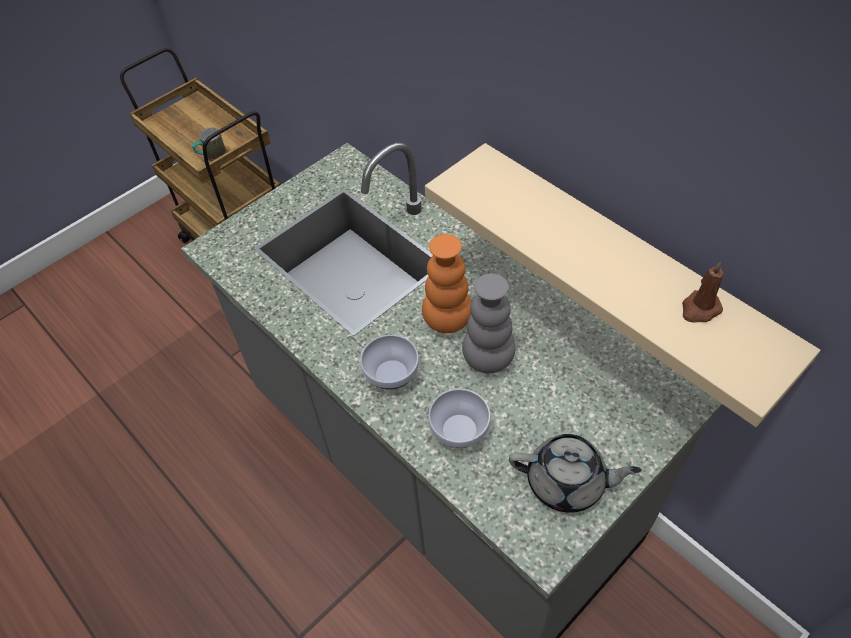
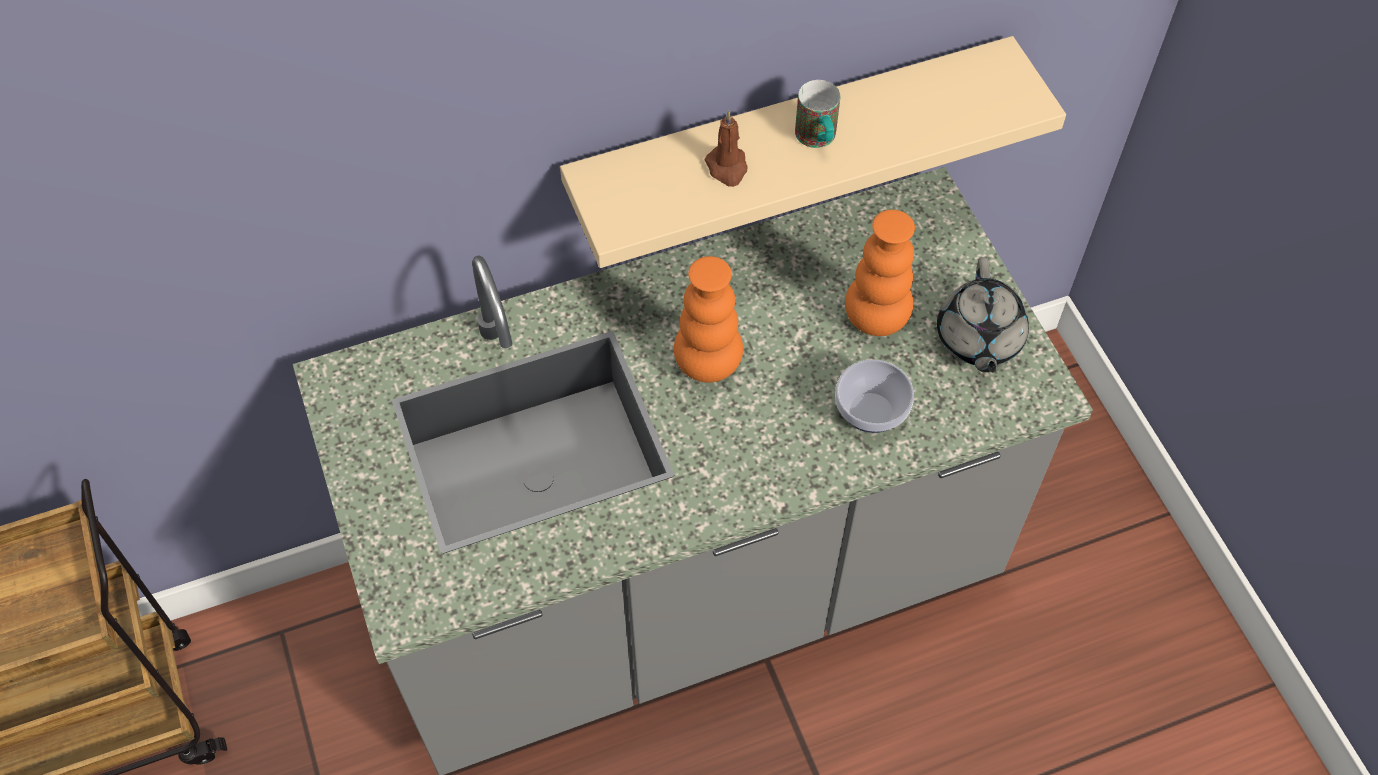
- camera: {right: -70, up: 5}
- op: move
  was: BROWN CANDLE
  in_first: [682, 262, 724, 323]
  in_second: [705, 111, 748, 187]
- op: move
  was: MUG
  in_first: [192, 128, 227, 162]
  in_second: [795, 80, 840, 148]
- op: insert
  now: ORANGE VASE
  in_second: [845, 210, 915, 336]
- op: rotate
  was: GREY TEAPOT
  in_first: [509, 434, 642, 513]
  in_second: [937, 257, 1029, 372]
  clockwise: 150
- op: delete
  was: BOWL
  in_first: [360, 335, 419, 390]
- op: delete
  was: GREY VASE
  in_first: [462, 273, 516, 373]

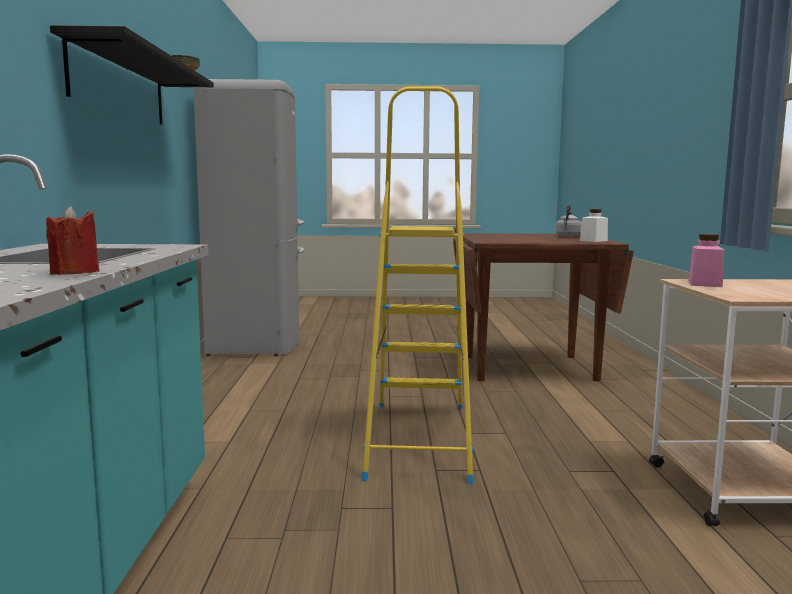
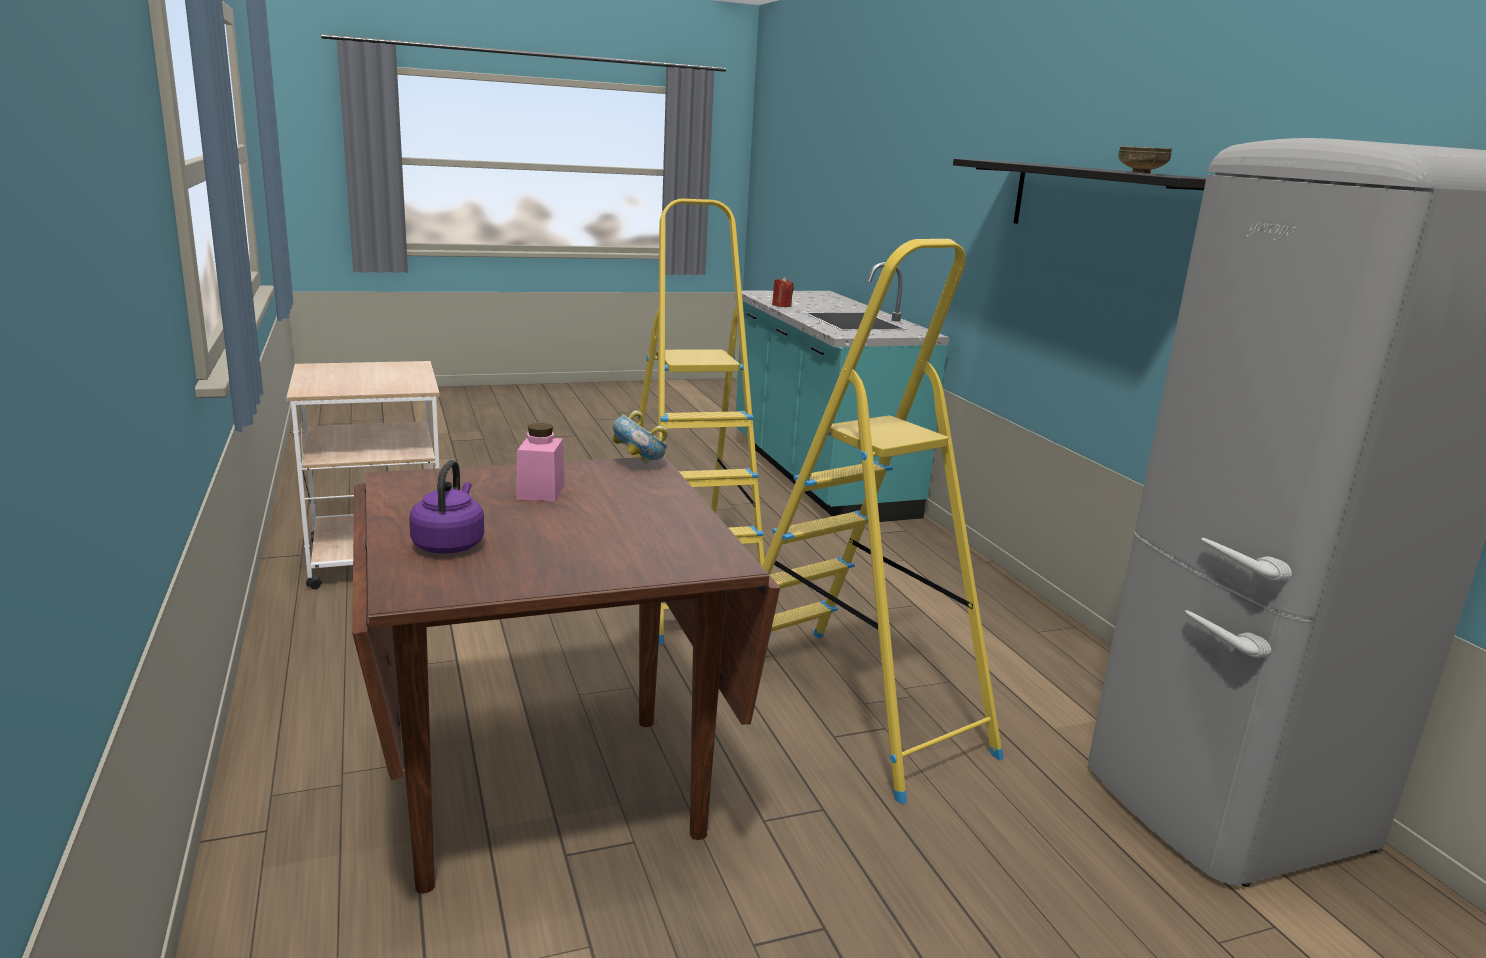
- camera: {right: 160, up: 10}
- op: recolor
  was: GREY KETTLE
  now: PURPLE KETTLE
  in_first: [556, 204, 582, 237]
  in_second: [409, 460, 484, 554]
- op: move
  was: PINK JAR
  in_first: [689, 234, 724, 287]
  in_second: [516, 423, 565, 502]
- op: insert
  now: BOWL
  in_second: [612, 410, 668, 464]
- op: insert
  now: YELLOW STEP LADDER
  in_second: [762, 239, 1004, 804]
- op: delete
  was: WHITE JAR
  in_first: [580, 209, 608, 242]

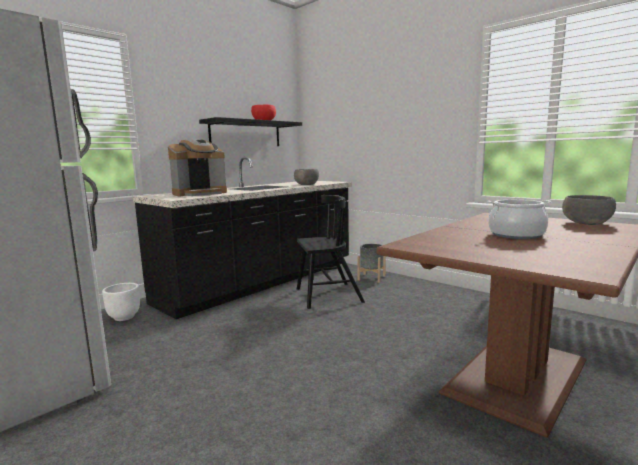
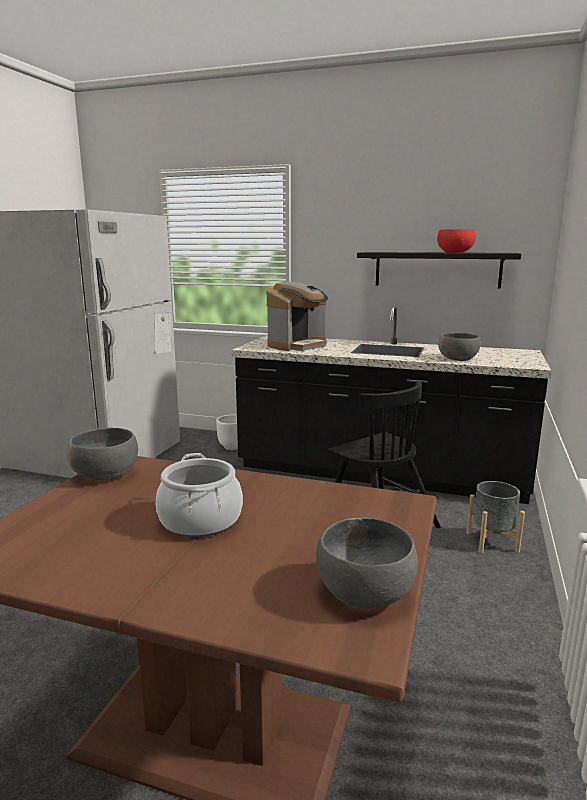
- camera: {right: 65, up: 5}
- op: insert
  now: GREY BOWL
  in_second: [67, 428, 138, 480]
- op: rotate
  was: COFFEE MACHINE
  in_first: [168, 139, 227, 196]
  in_second: [267, 282, 328, 351]
  clockwise: -75

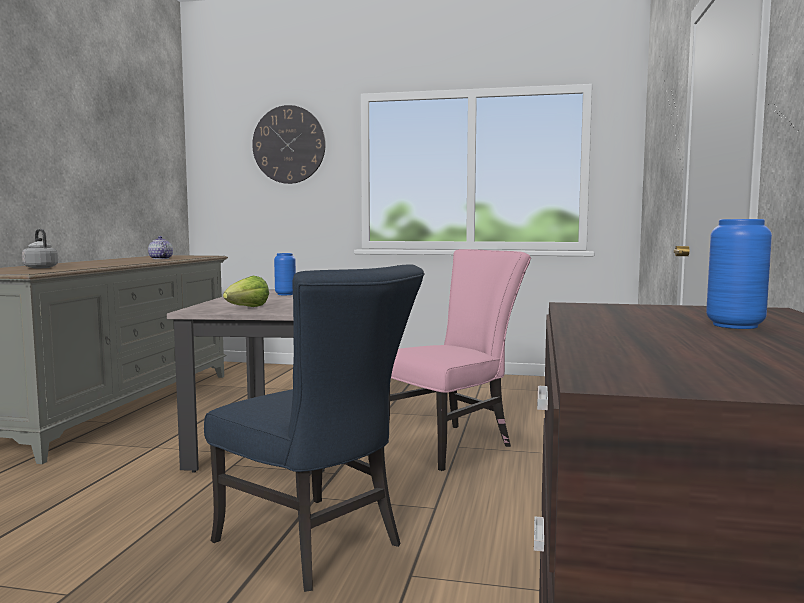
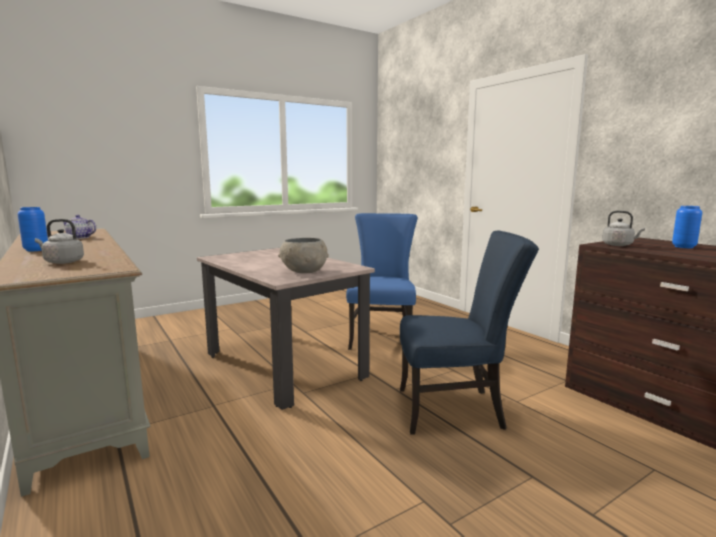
- camera: {right: -45, up: 5}
- op: move
  was: BLUE VASE
  in_first: [274, 253, 296, 295]
  in_second: [17, 207, 48, 251]
- op: replace
  was: LETTUCE
  now: GREY BOWL
  in_first: [223, 276, 269, 307]
  in_second: [278, 238, 329, 273]
- op: recolor
  was: PINK CHAIR
  now: BLUE CHAIR
  in_first: [389, 249, 531, 471]
  in_second: [346, 213, 418, 350]
- op: insert
  now: GREY KETTLE
  in_second: [602, 211, 645, 246]
- op: delete
  was: WALL CLOCK
  in_first: [252, 105, 326, 184]

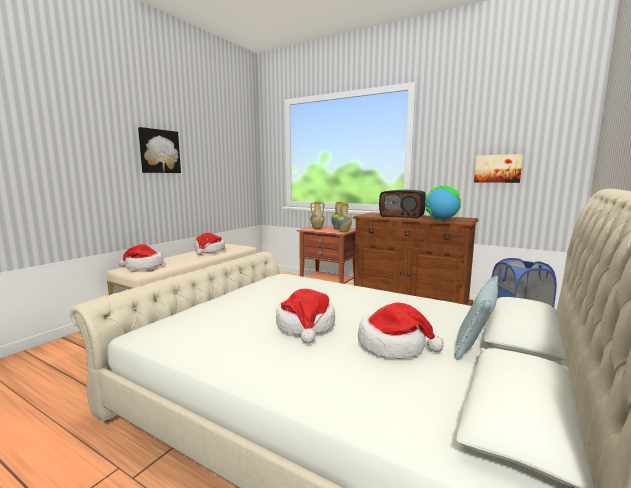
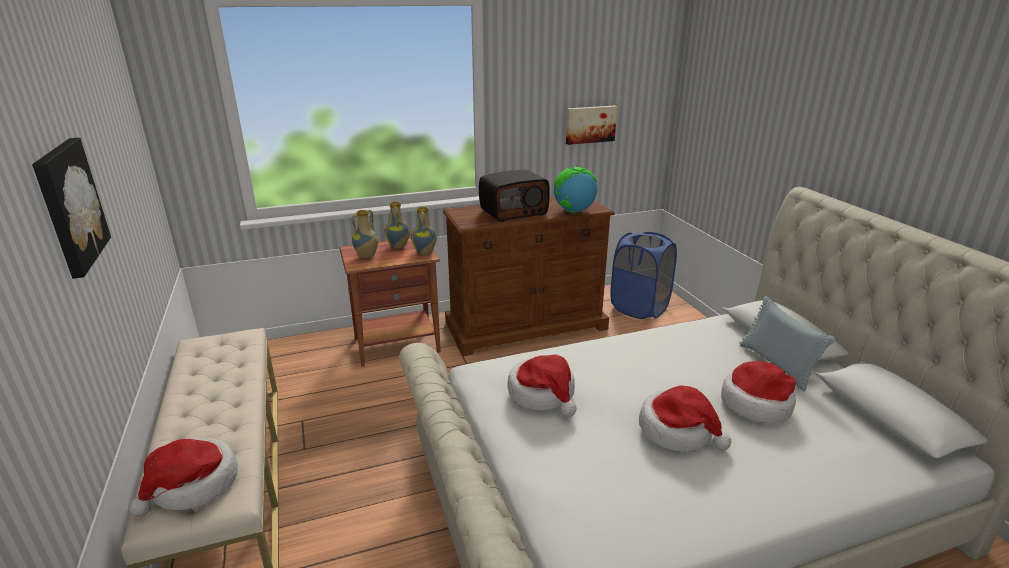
- camera: {right: -50, up: 15}
- op: move
  was: HAT
  in_first: [195, 233, 225, 255]
  in_second: [507, 354, 576, 417]

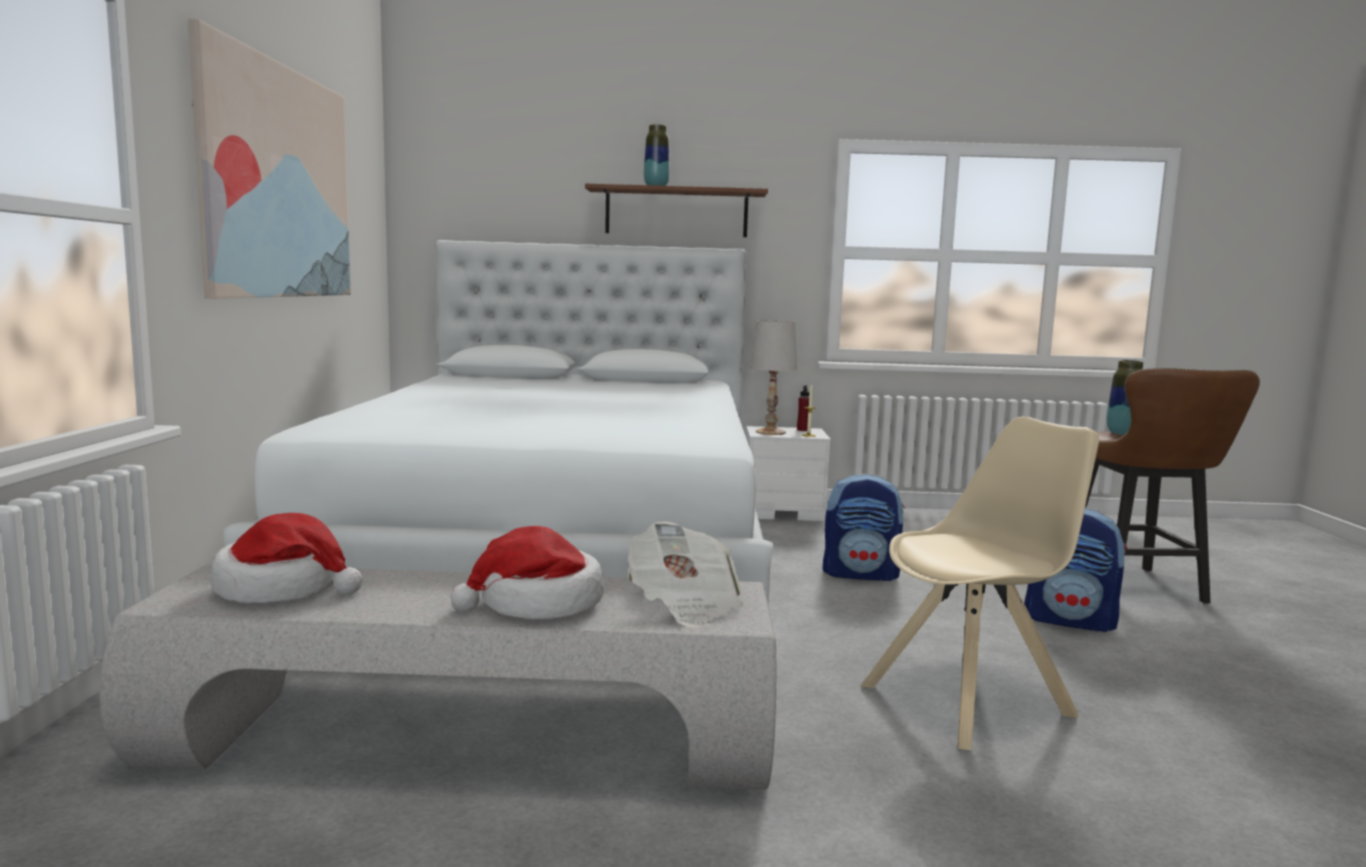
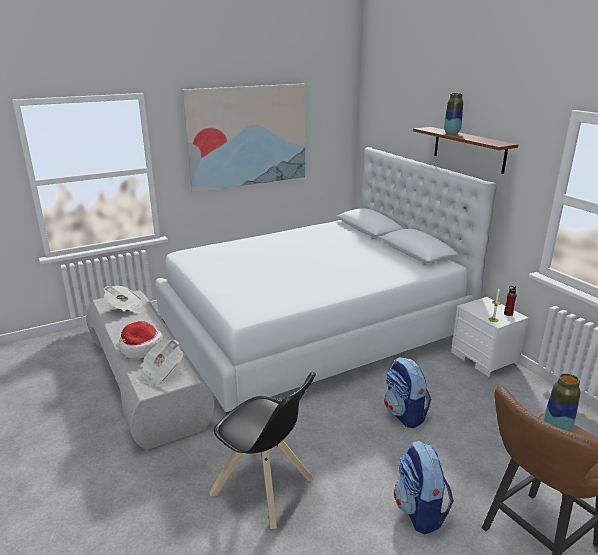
- camera: {right: 60, up: 15}
- op: replace
  was: HAT
  now: NEWSPAPER
  in_first: [210, 513, 362, 603]
  in_second: [104, 286, 144, 313]
- op: recolor
  was: BEIGE CHAIR
  now: BLACK CHAIR
  in_first: [861, 417, 1099, 750]
  in_second: [209, 372, 316, 529]
- op: delete
  was: WHITE TABLE LAMP
  in_first: [750, 320, 797, 435]

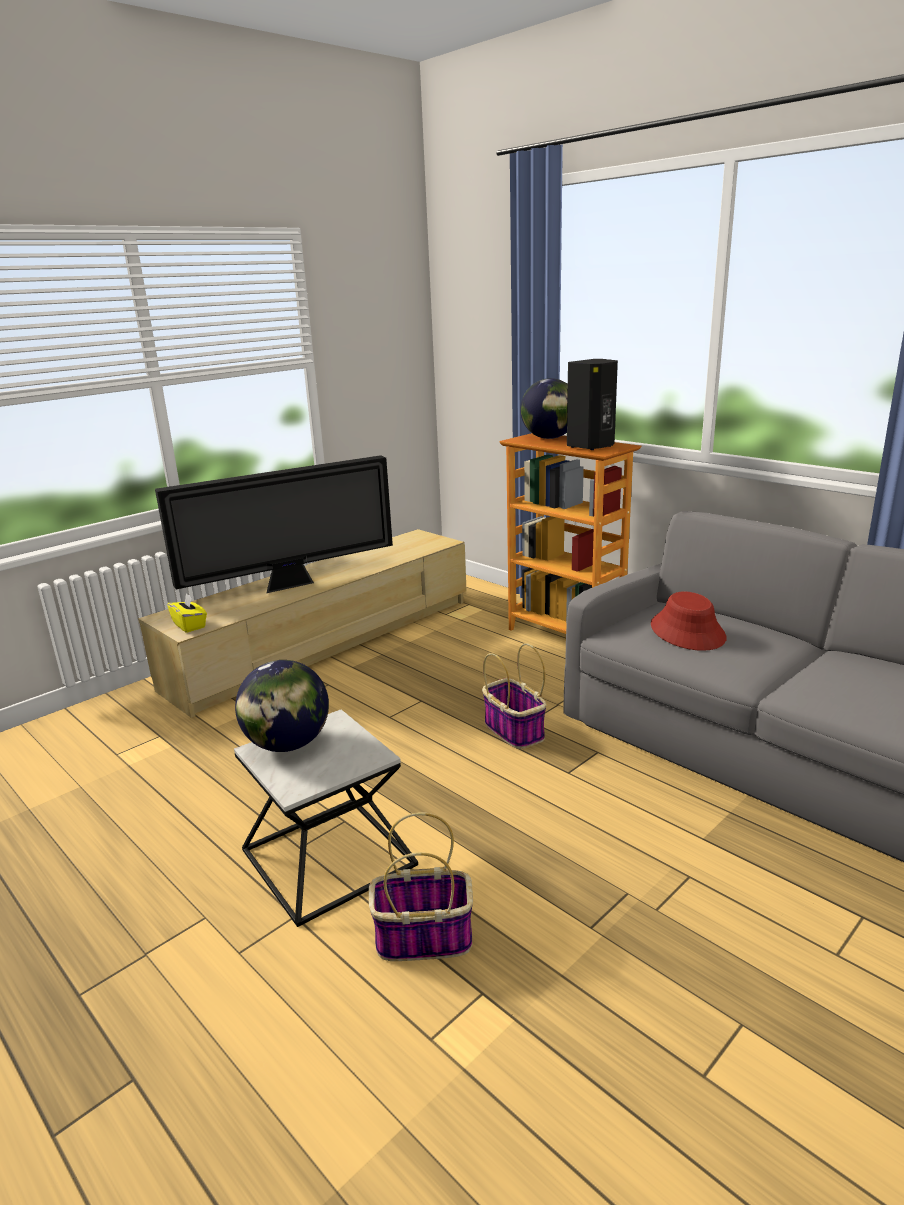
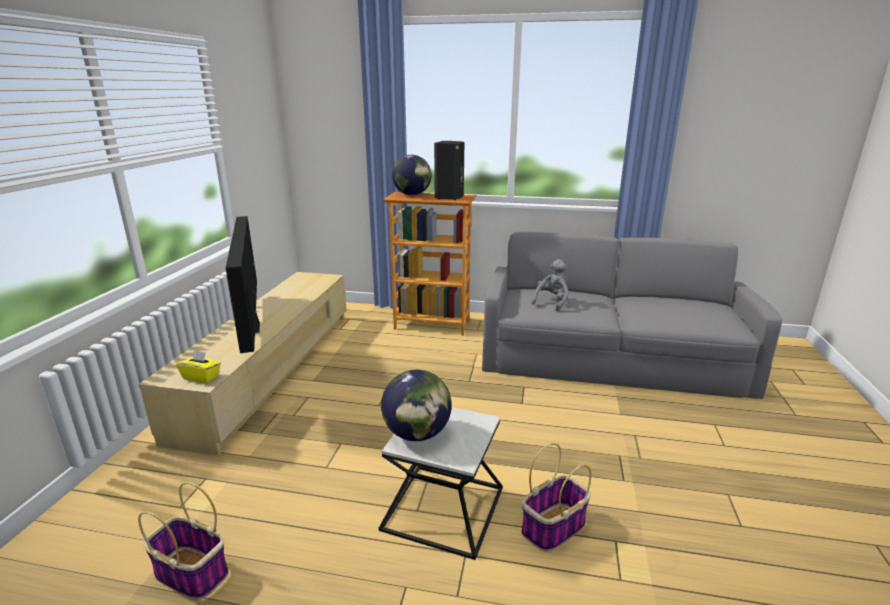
- camera: {right: -35, up: 0}
- op: move
  was: BASKET
  in_first: [482, 643, 547, 749]
  in_second: [138, 482, 229, 600]
- op: rotate
  was: TELEVISION
  in_first: [155, 455, 393, 593]
  in_second: [226, 216, 260, 353]
  clockwise: 135
- op: replace
  was: RED HAT
  now: GREY PLUSH TOY
  in_first: [651, 591, 726, 651]
  in_second: [531, 259, 569, 311]

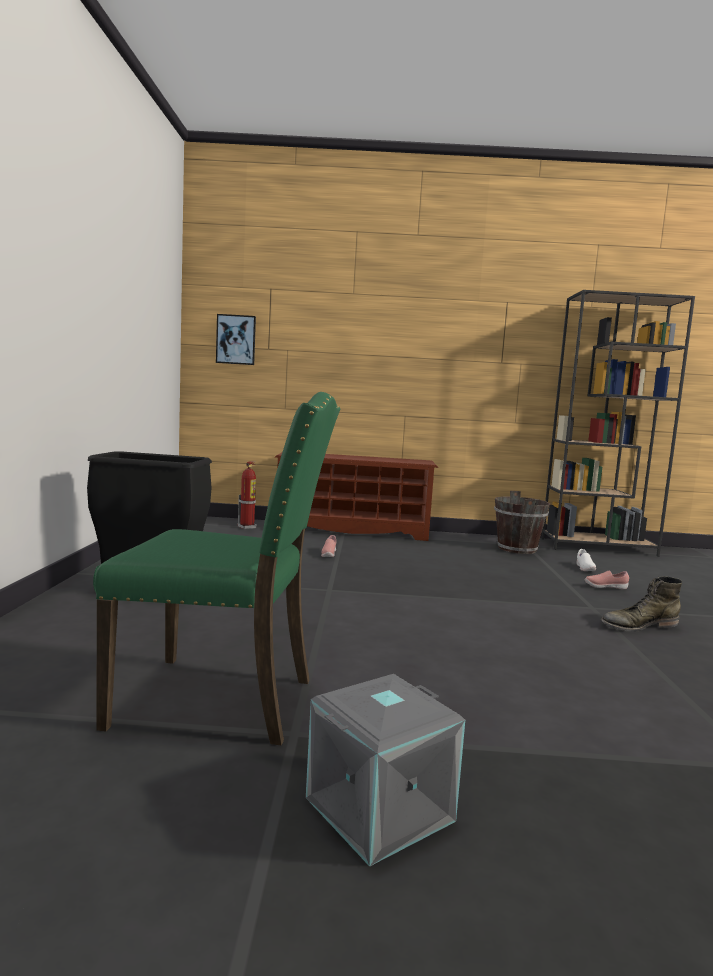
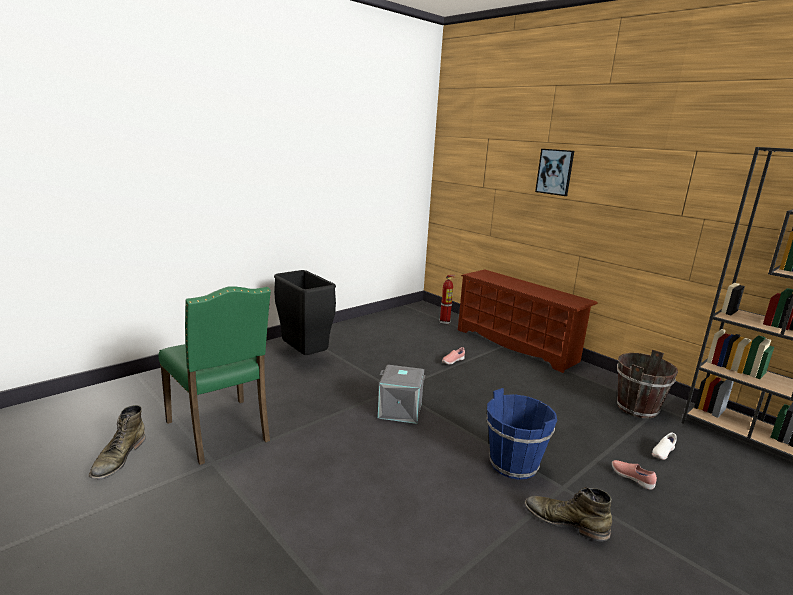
- camera: {right: 45, up: 10}
- op: insert
  now: GREEN BOOT
  in_second: [89, 405, 146, 480]
- op: move
  was: GREY STORAGE BOX
  in_first: [306, 674, 465, 867]
  in_second: [378, 365, 425, 424]
- op: insert
  now: BLUE BUCKET
  in_second: [487, 388, 557, 480]
- op: move
  was: PICTURE
  in_first: [216, 314, 256, 365]
  in_second: [535, 149, 574, 196]

